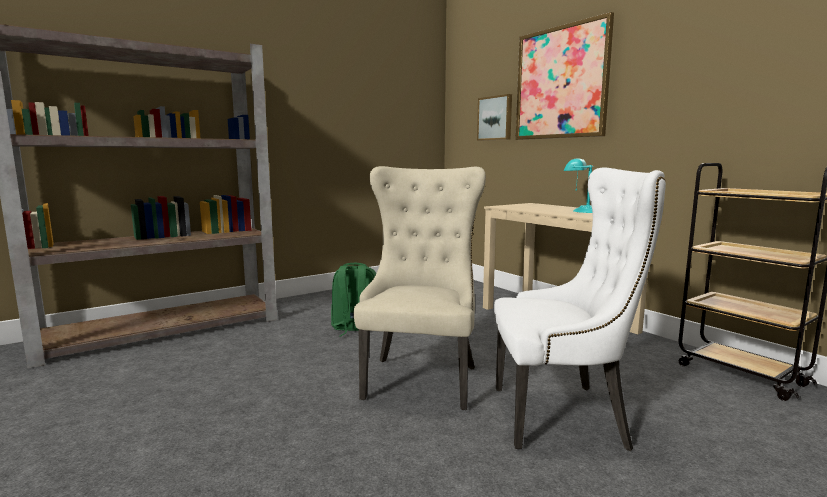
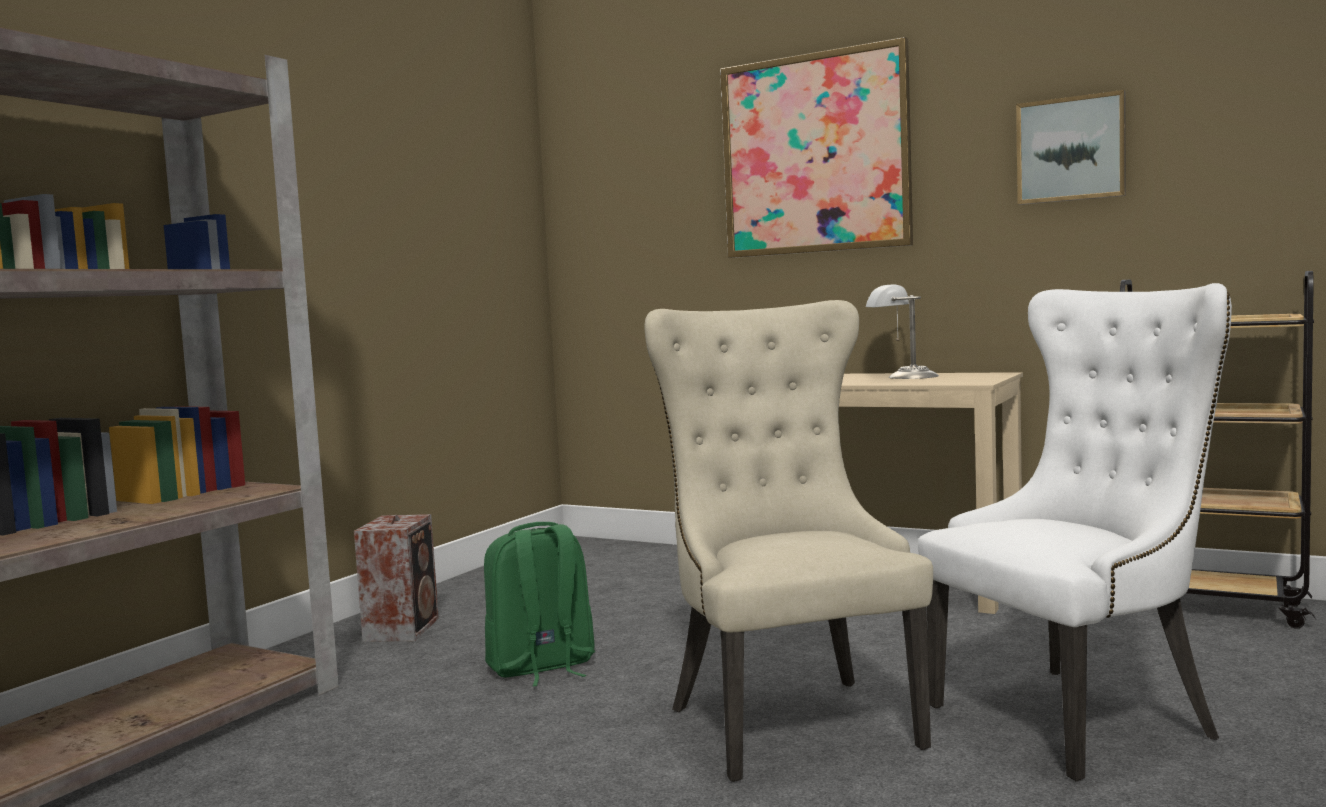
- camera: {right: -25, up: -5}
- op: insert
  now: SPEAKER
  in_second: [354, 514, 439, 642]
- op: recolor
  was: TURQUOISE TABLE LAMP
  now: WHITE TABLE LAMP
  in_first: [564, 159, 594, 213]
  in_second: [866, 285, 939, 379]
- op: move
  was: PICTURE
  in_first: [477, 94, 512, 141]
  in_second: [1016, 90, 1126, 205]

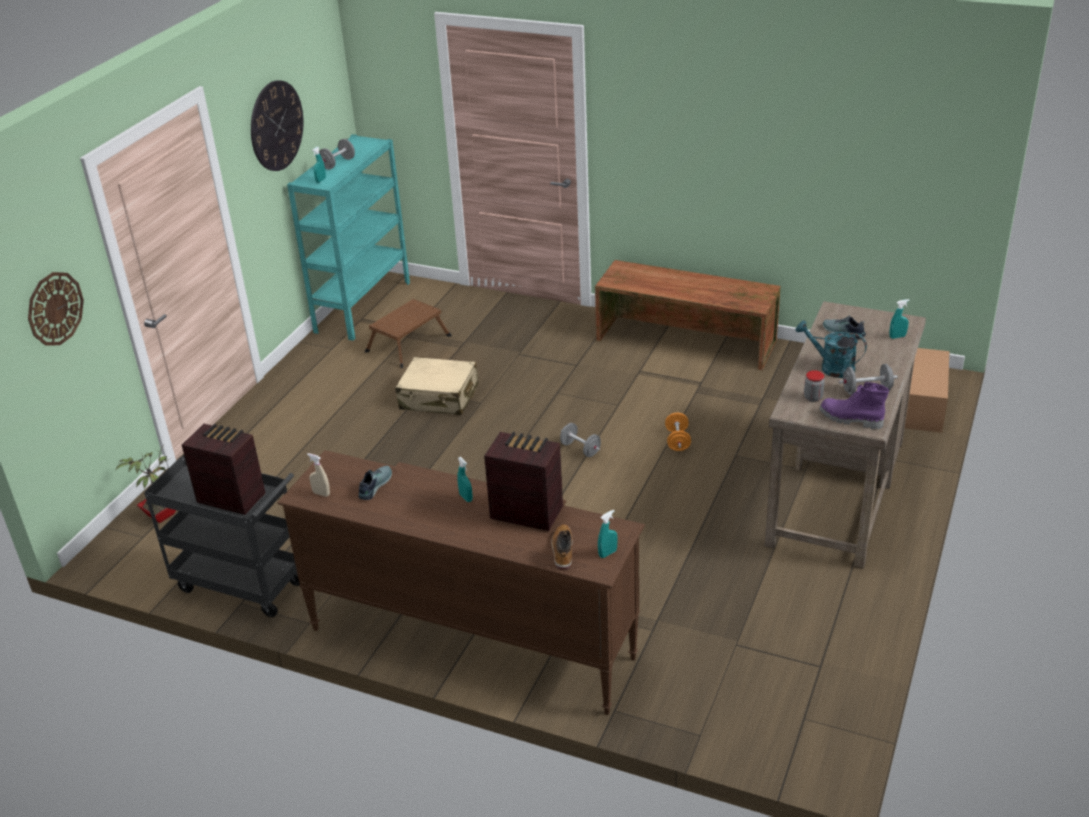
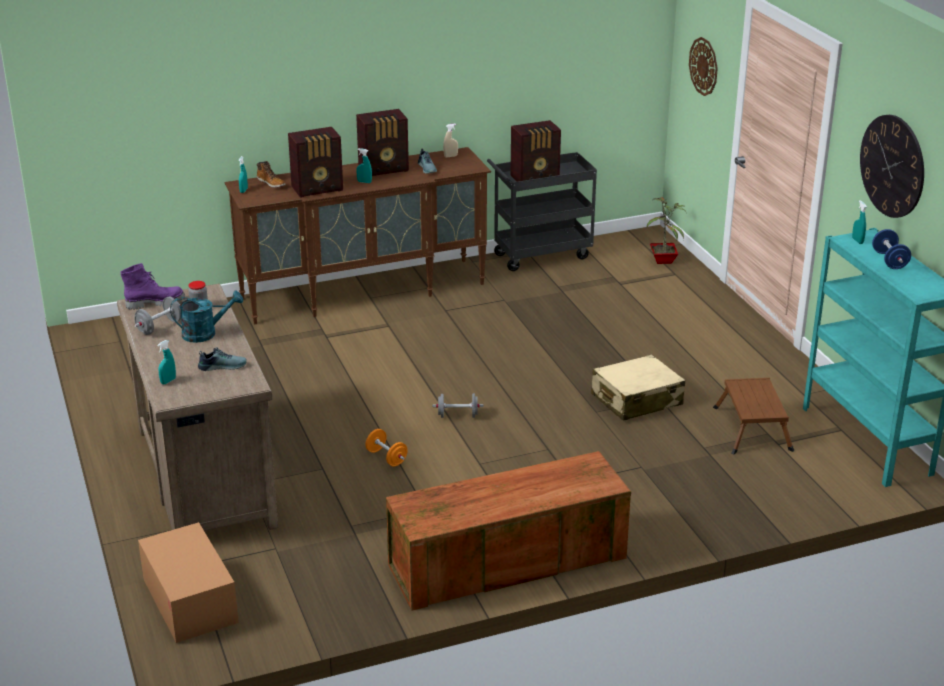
- camera: {right: 135, up: -5}
- op: insert
  now: RADIO
  in_second: [356, 109, 409, 176]
- op: recolor
  was: GREY DUMBBELL
  now: BLUE DUMBBELL
  in_first: [319, 139, 355, 170]
  in_second: [872, 229, 911, 269]

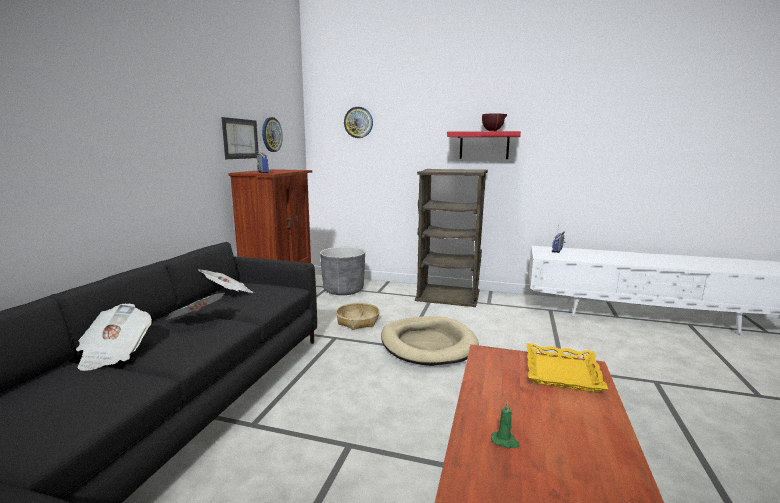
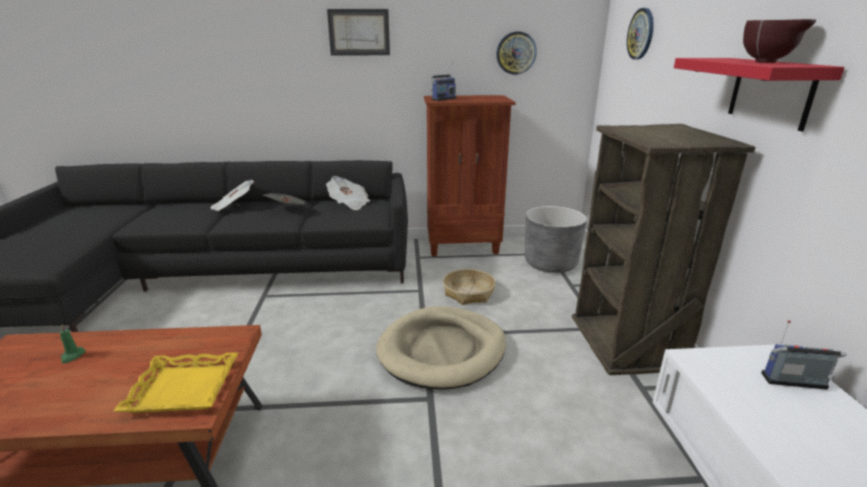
- camera: {right: 70, up: 10}
- op: move
  was: PICTURE
  in_first: [221, 117, 258, 159]
  in_second: [327, 9, 390, 55]

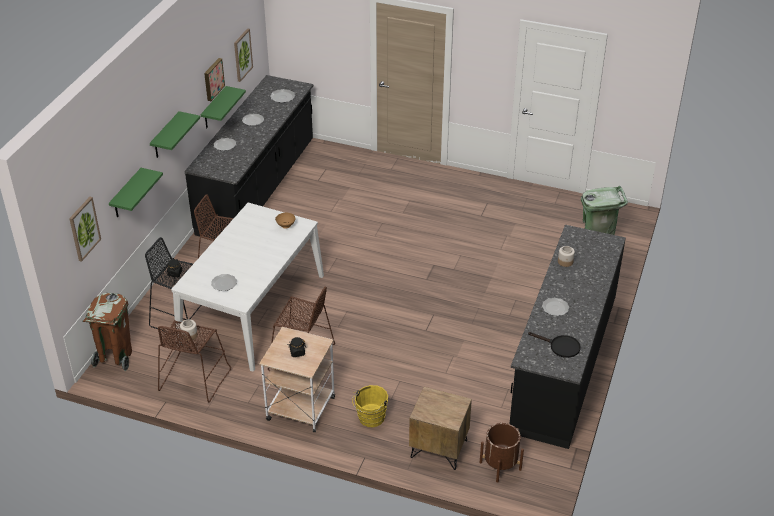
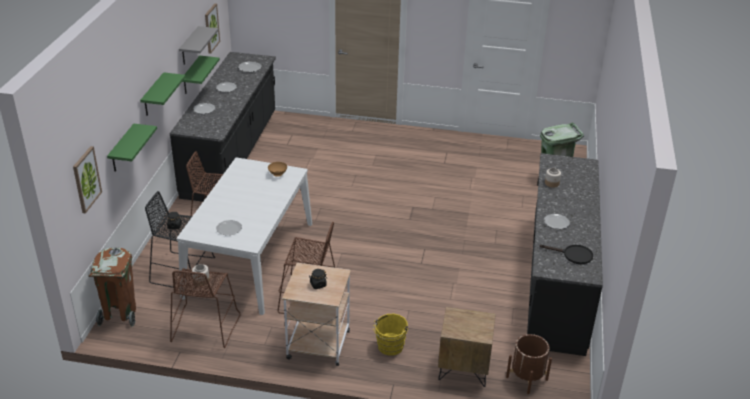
- camera: {right: -10, up: -5}
- op: replace
  was: PICTURE
  now: GREY SHELF
  in_first: [204, 58, 225, 101]
  in_second: [179, 26, 219, 65]

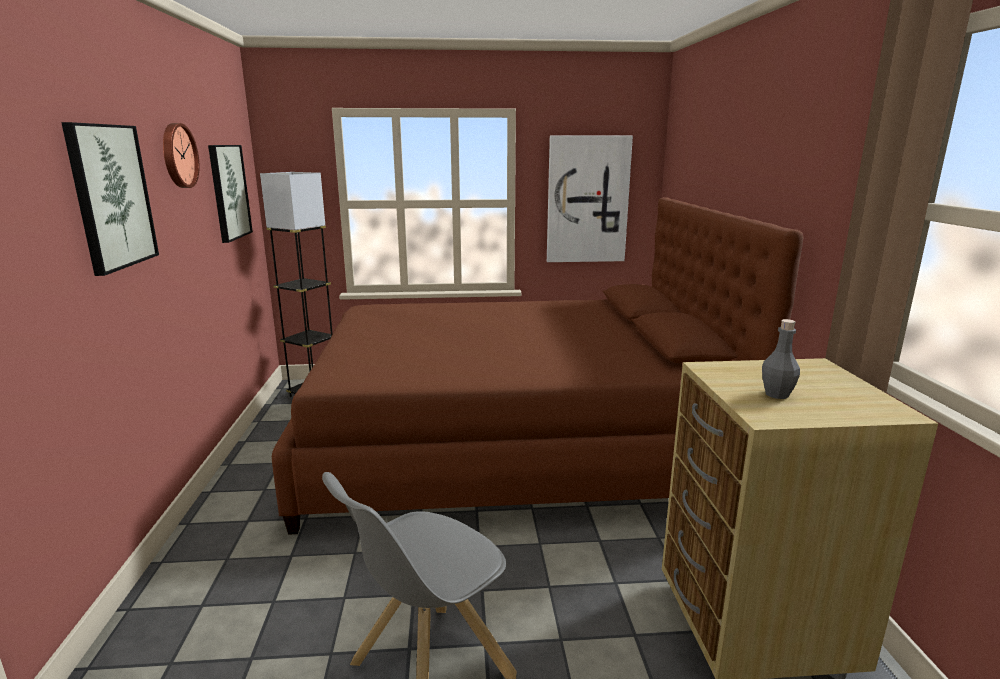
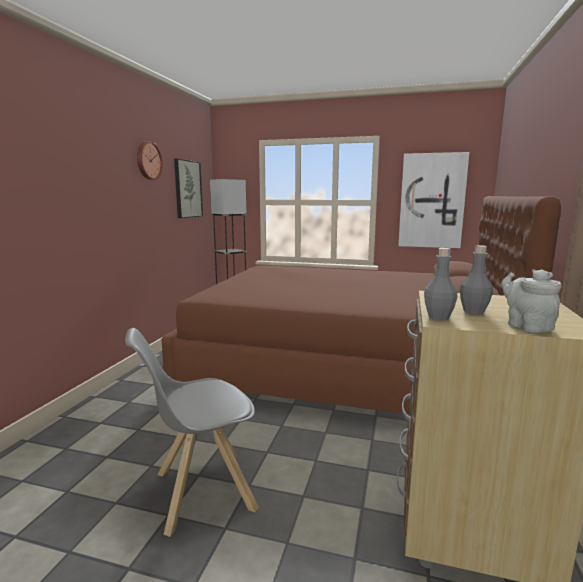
- camera: {right: 20, up: -5}
- op: insert
  now: GREY BOTTLE
  in_second: [424, 248, 458, 320]
- op: insert
  now: GREY TEAPOT
  in_second: [501, 269, 562, 333]
- op: delete
  was: PICTURE
  in_first: [62, 122, 159, 276]

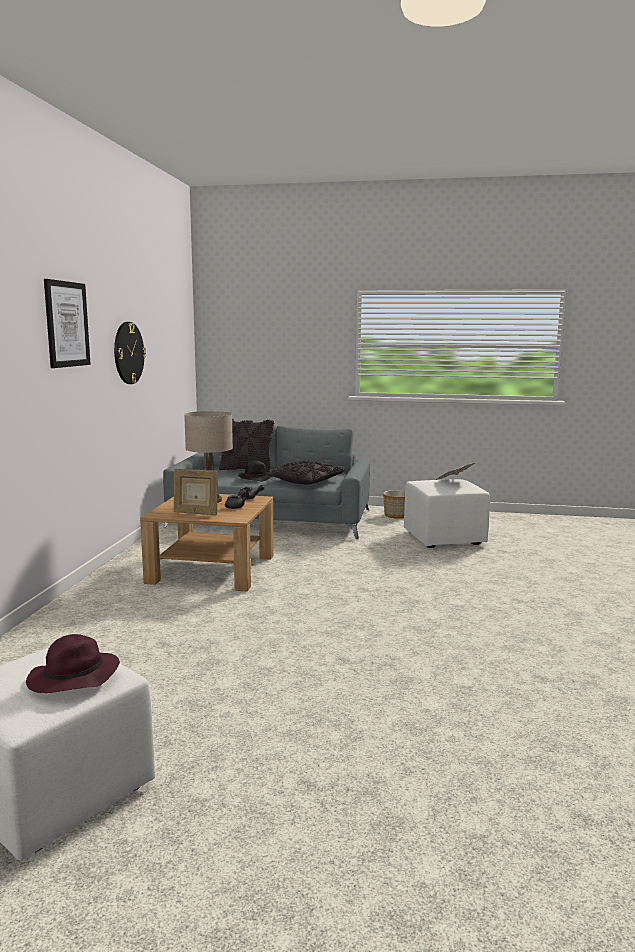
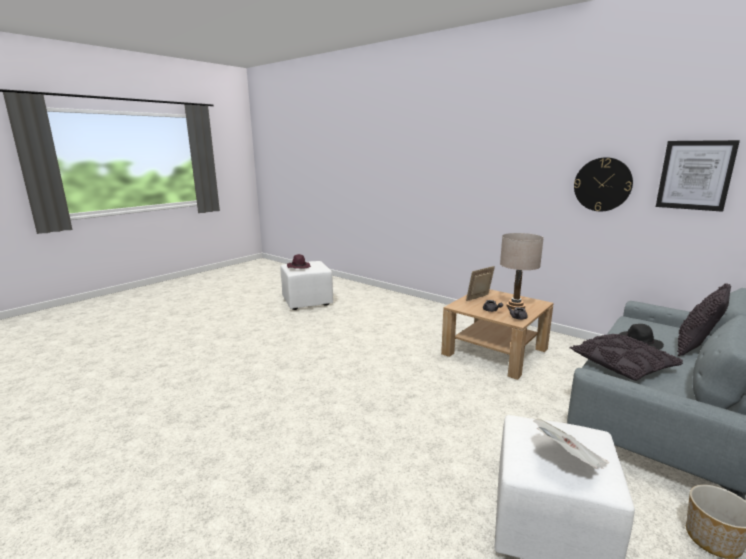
- camera: {right: 120, up: 5}
- op: move
  was: PICTURE
  in_first: [44, 279, 90, 368]
  in_second: [656, 140, 740, 212]

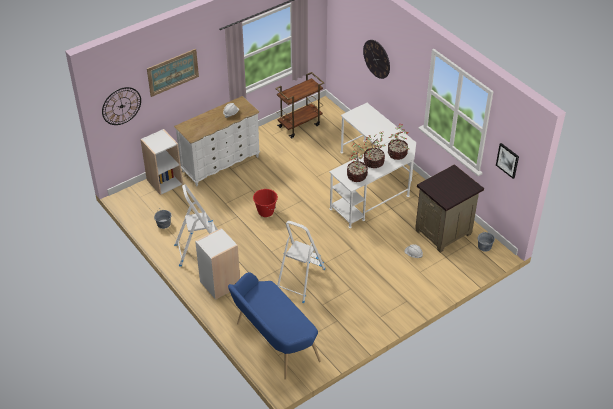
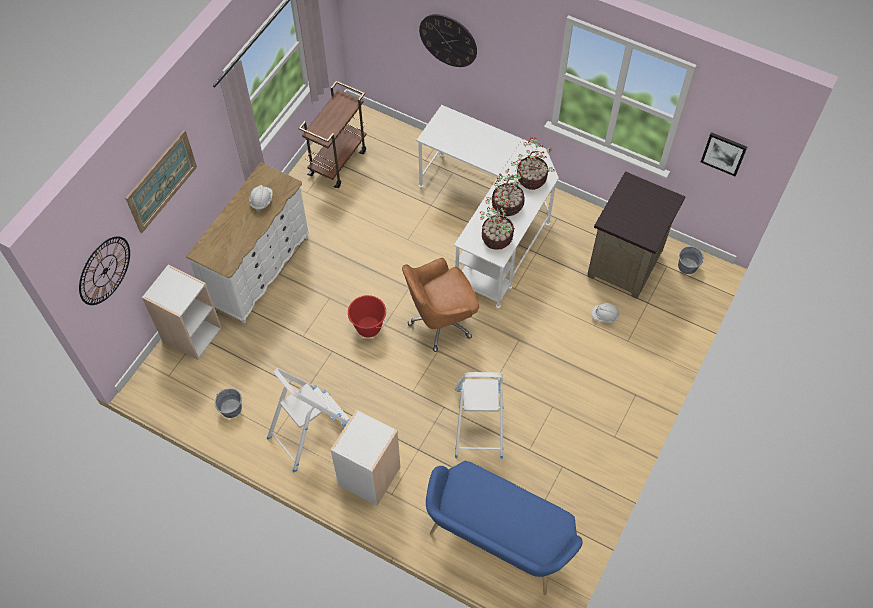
- camera: {right: -25, up: 15}
- op: insert
  now: BROWN OFFICE CHAIR
  in_second: [402, 258, 479, 352]

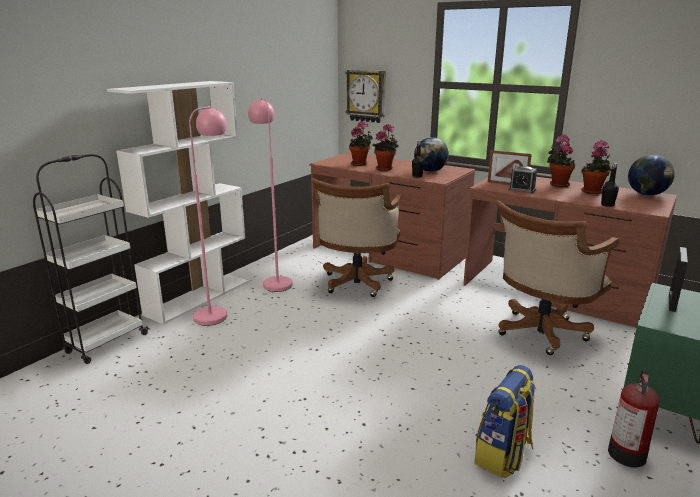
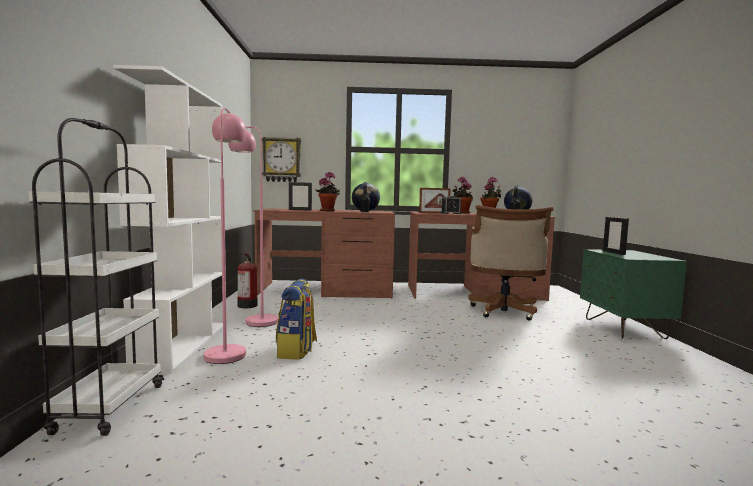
- camera: {right: -35, up: -15}
- op: move
  was: FIRE EXTINGUISHER
  in_first: [608, 370, 660, 467]
  in_second: [237, 253, 258, 308]
- op: move
  was: BACKPACK
  in_first: [474, 365, 536, 478]
  in_second: [276, 279, 317, 360]
- op: replace
  was: POTTED PLANT
  now: PICTURE FRAME
  in_first: [349, 121, 373, 166]
  in_second: [289, 182, 312, 211]
- op: delete
  was: OFFICE CHAIR
  in_first: [311, 178, 402, 297]

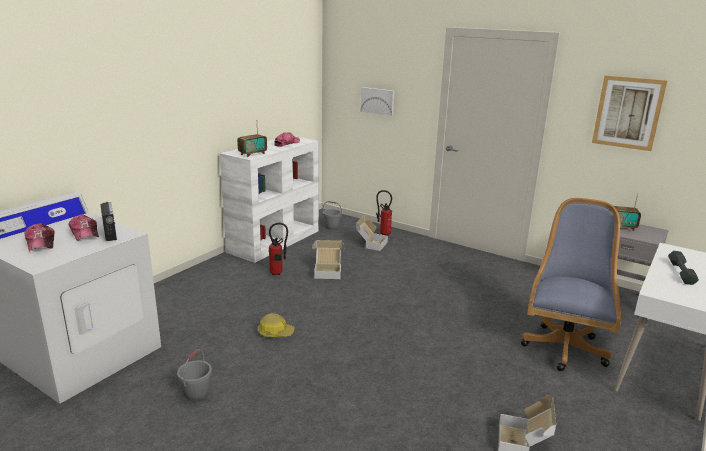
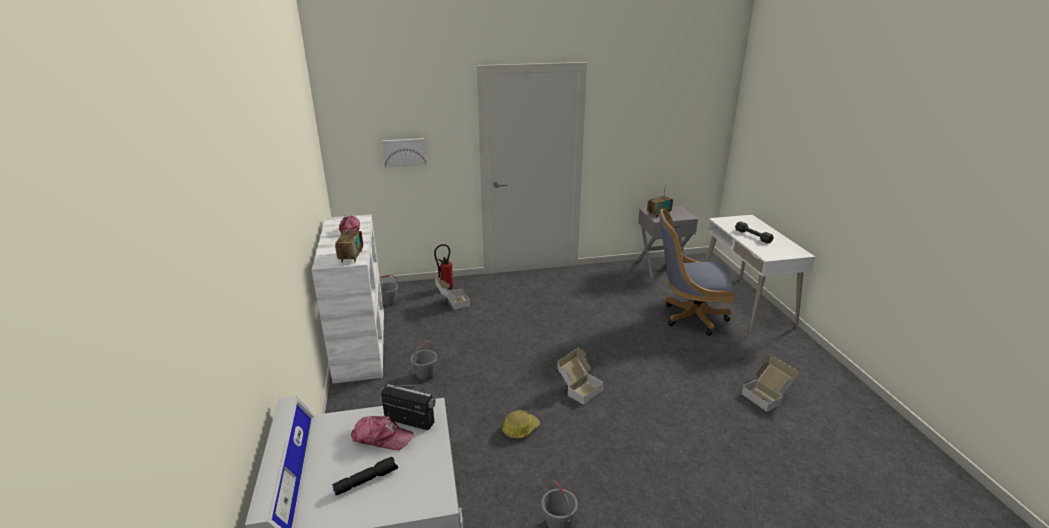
- camera: {right: -45, up: 5}
- op: replace
  was: CAP
  now: BLACK FLASHLIGHT
  in_first: [25, 224, 54, 252]
  in_second: [332, 457, 398, 495]
- op: replace
  was: FIRE EXTINGUISHER
  now: GREY BUCKET
  in_first: [269, 223, 288, 276]
  in_second: [411, 342, 437, 381]
- op: move
  was: CARDBOARD BOX
  in_first: [312, 240, 345, 279]
  in_second: [558, 348, 604, 405]
- op: rotate
  was: BLUE OFFICE CHAIR
  in_first: [521, 198, 621, 371]
  in_second: [659, 209, 734, 336]
  clockwise: -60
- op: delete
  was: PICTURE
  in_first: [592, 75, 667, 151]

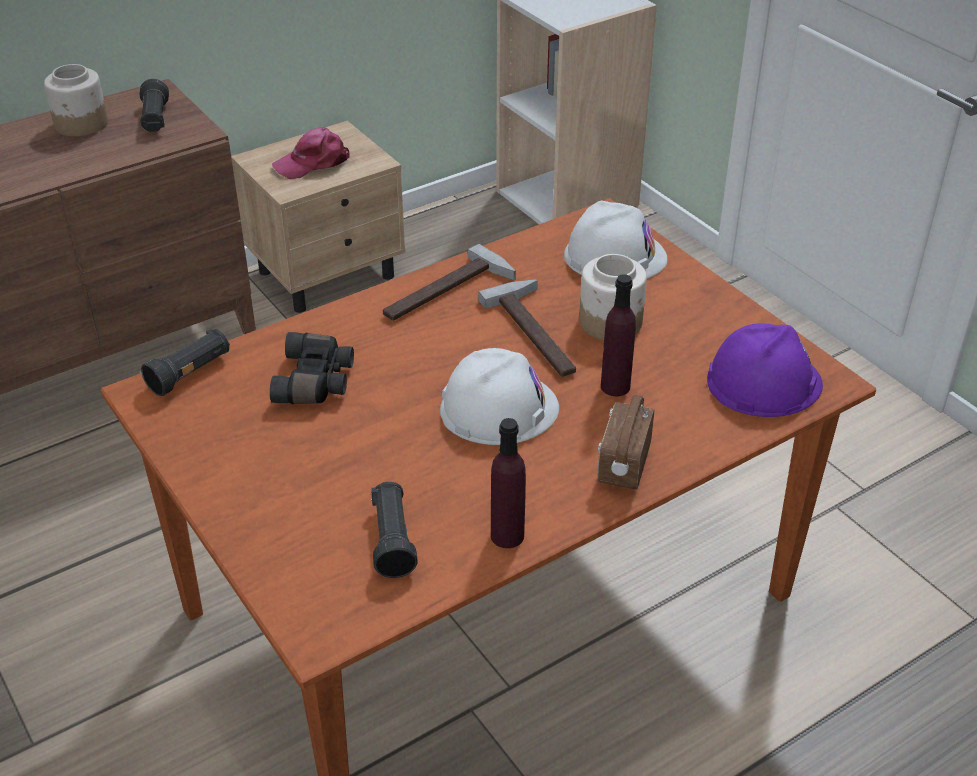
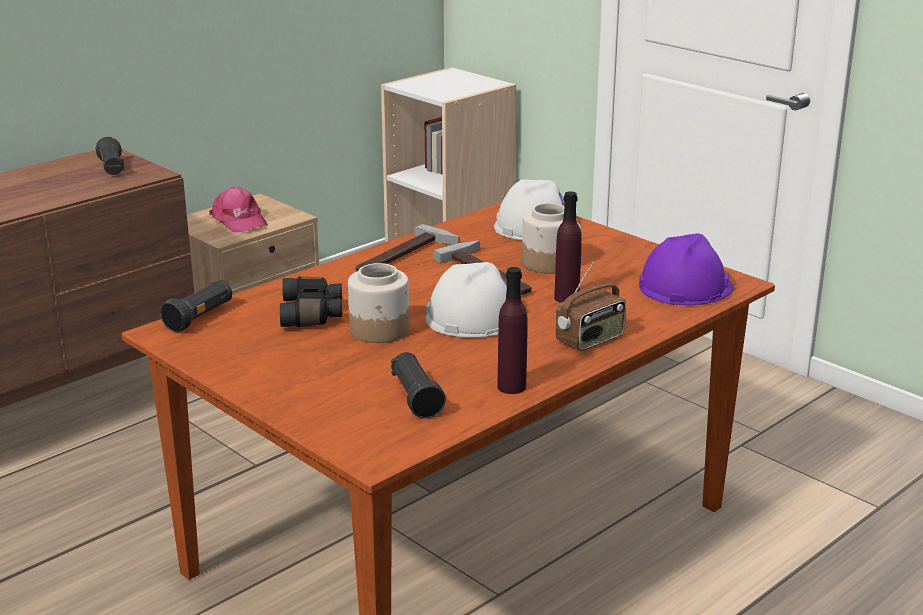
- camera: {right: -10, up: -15}
- op: rotate
  was: PINK CAP
  in_first: [272, 127, 349, 179]
  in_second: [209, 187, 268, 232]
  clockwise: -90
- op: move
  was: JAR
  in_first: [44, 64, 108, 137]
  in_second: [348, 263, 409, 343]
- op: rotate
  was: RADIO
  in_first: [597, 395, 654, 489]
  in_second: [555, 261, 626, 351]
  clockwise: -135

